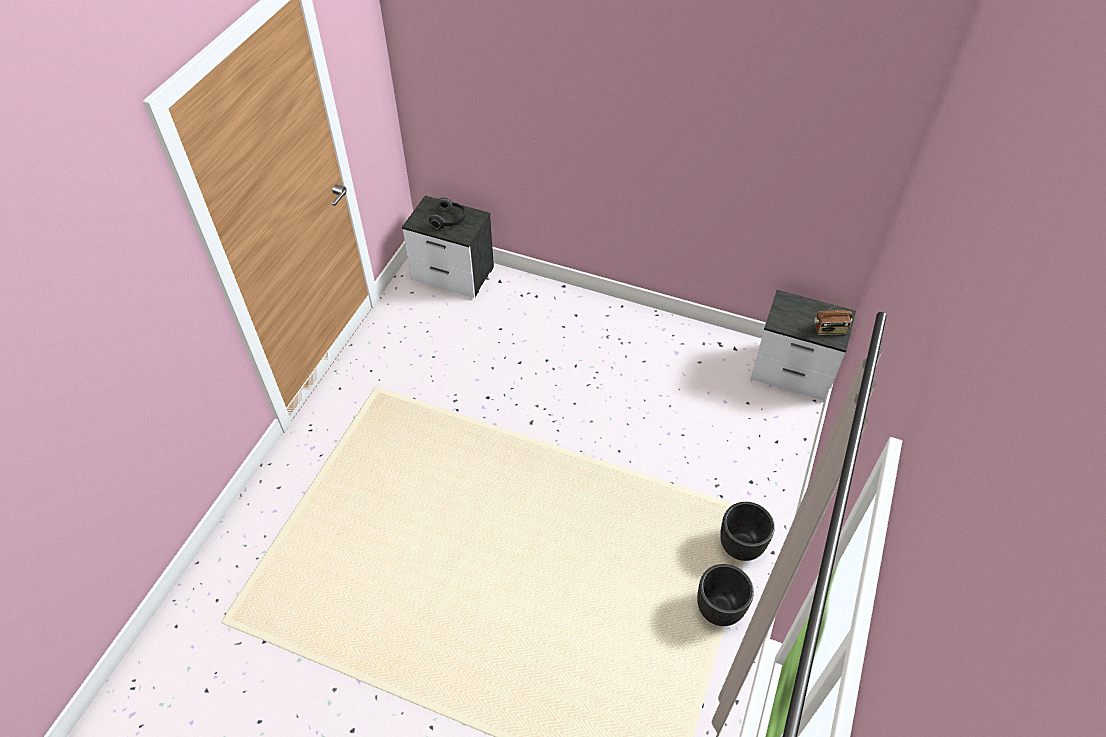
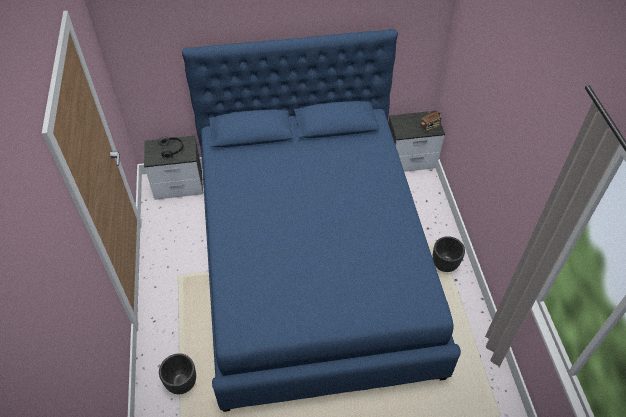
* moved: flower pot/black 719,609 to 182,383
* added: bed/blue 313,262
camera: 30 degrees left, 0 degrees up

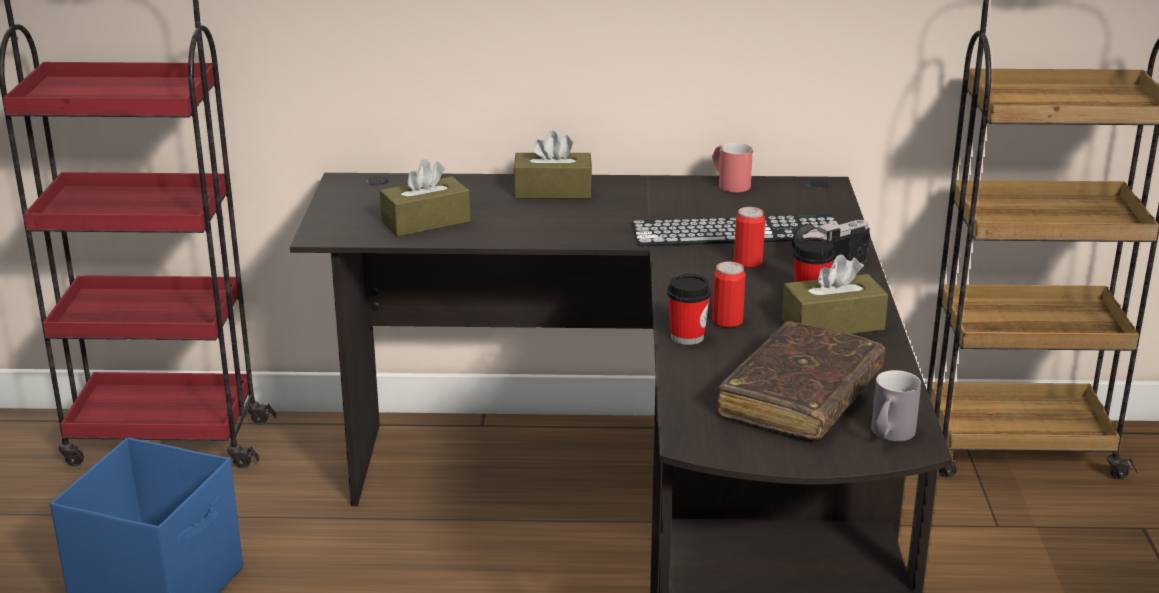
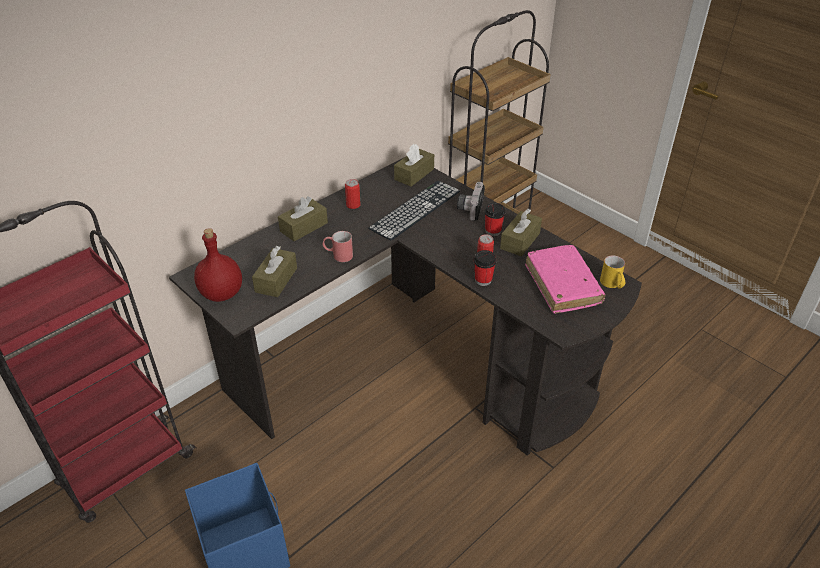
* moved: tea mug/red-coloured 729,184 to 338,255
* moved: can 748,262 to 353,205
* recoloured: book/brown 801,397 to book/pink-coloured 562,285
* recoloured: tea mug/greyish 889,436 to tea mug/yellowish 612,285
* added: tissue holder/brown 414,174
* added: bottle/red-coloured 222,293
camera: 45 degrees left, 15 degrees up

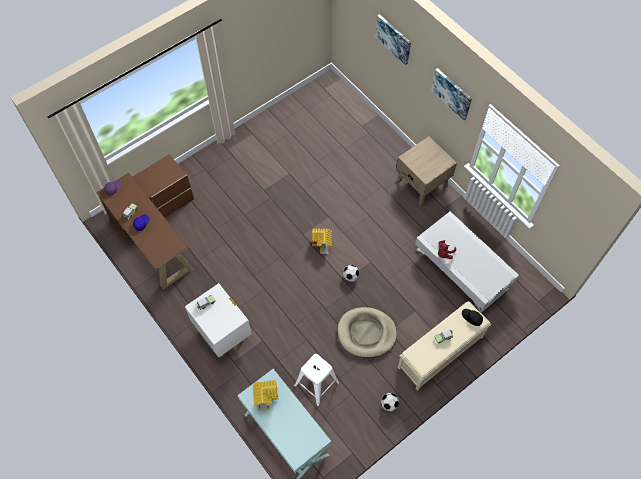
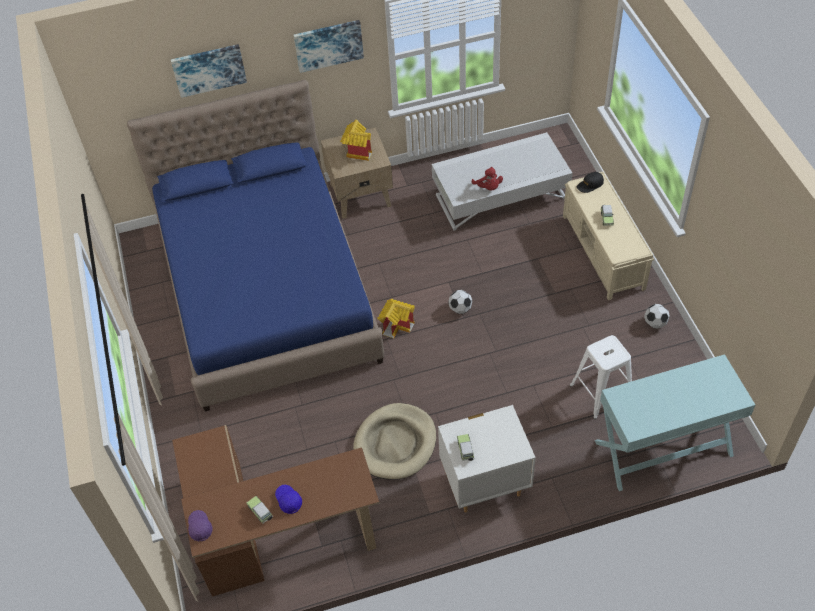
* moved: pet bed/beige 366,333 to 395,443
* moved: miniature house 266,397 to 357,152
* added: bed/blue 267,289
camera: 65 degrees left, 10 degrees down

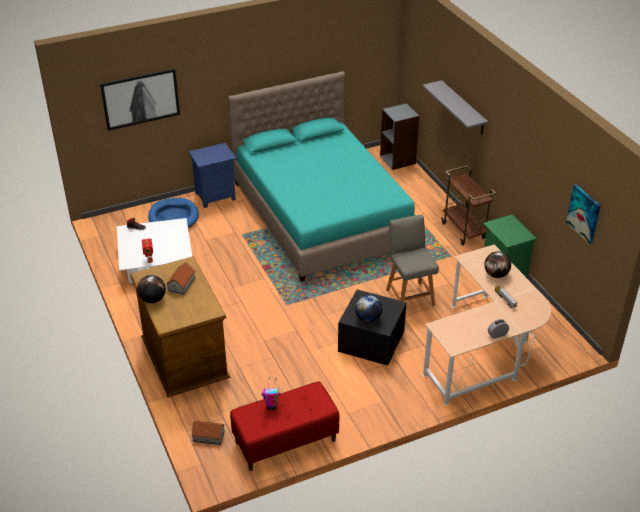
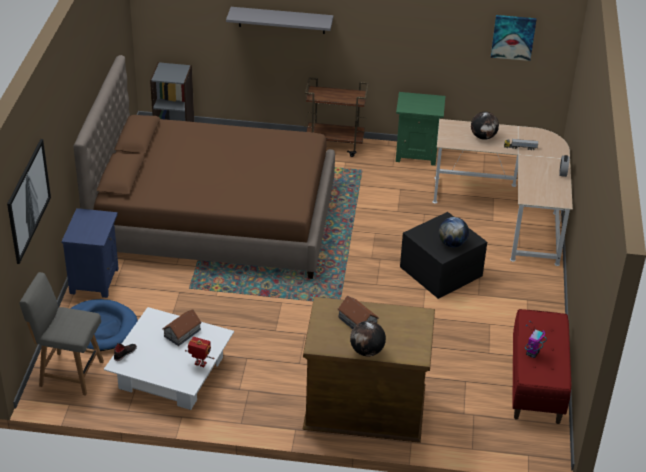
* recoloured: bed/turquoise-coloured 322,214 to bed/brown 213,219
* moved: upright chair/greyish 409,296 to 69,373
* moved: miniature house 209,436 to 182,333
camera: 60 degrees left, 0 degrees up

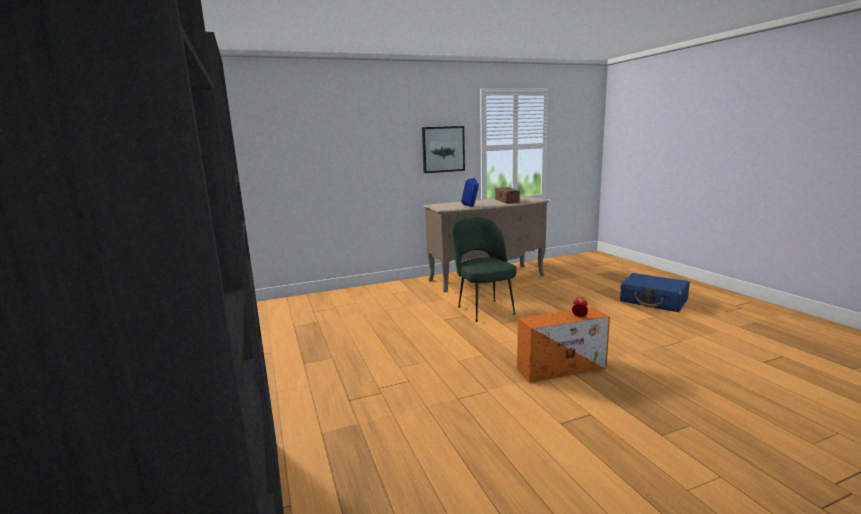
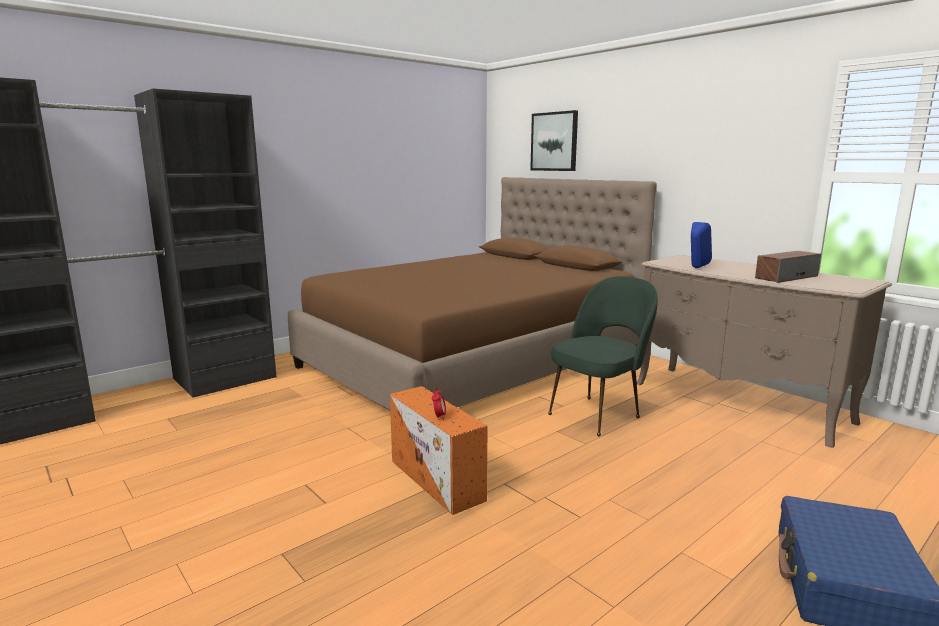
* moved: wall art 443,149 to 554,141
* added: bed/brown 474,361
camera: 70 degrees right, 0 degrees up

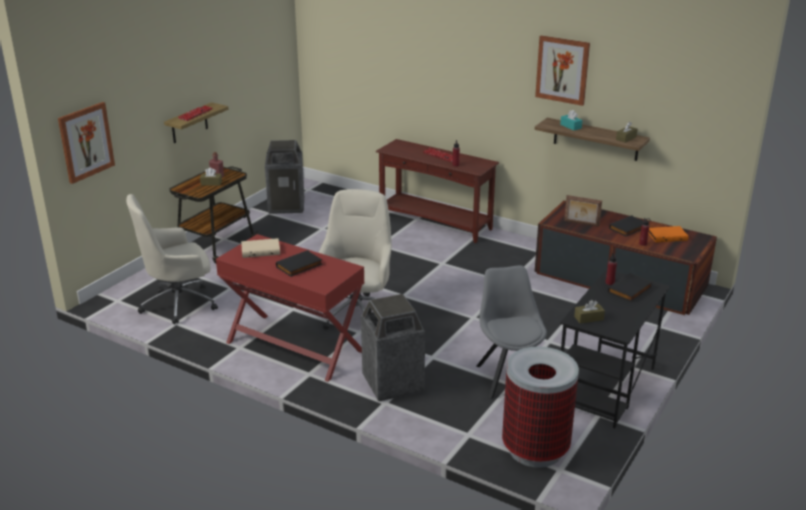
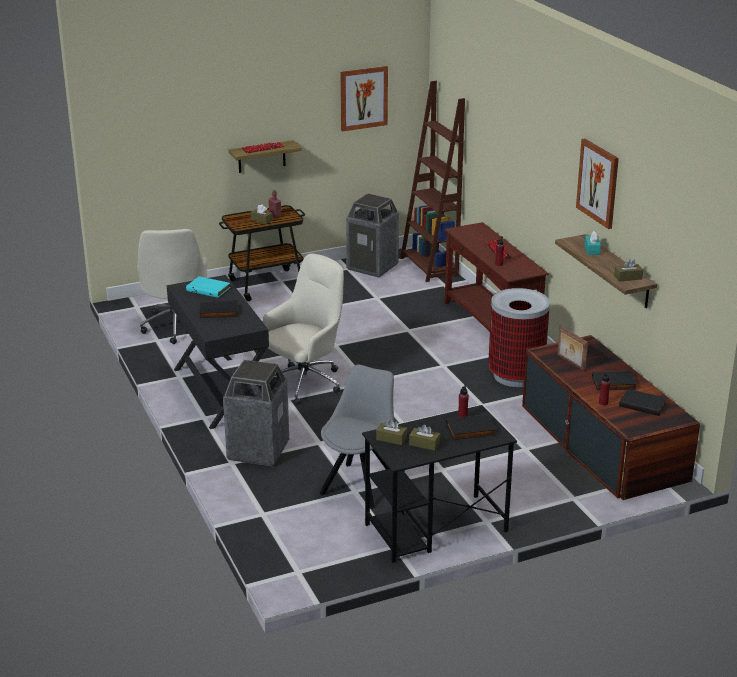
* moved: wall art 86,142 to 363,98
* turned: office chair/beige 178,305 = 176,326 105 degrees counterclockwise
* recoloured: book/orange 667,236 to book/black 643,404
* recoloured: desk table/red-coloured 294,347 to desk table/black 220,392
* recoloured: book/beige 261,250 to book/turquoise-coloured 209,289
* moved: trash can 535,449 to 516,375
* added: bookshelf/brown 429,267
* added: tissue holder/brown 424,444
camera: 35 degrees right, 0 degrees up

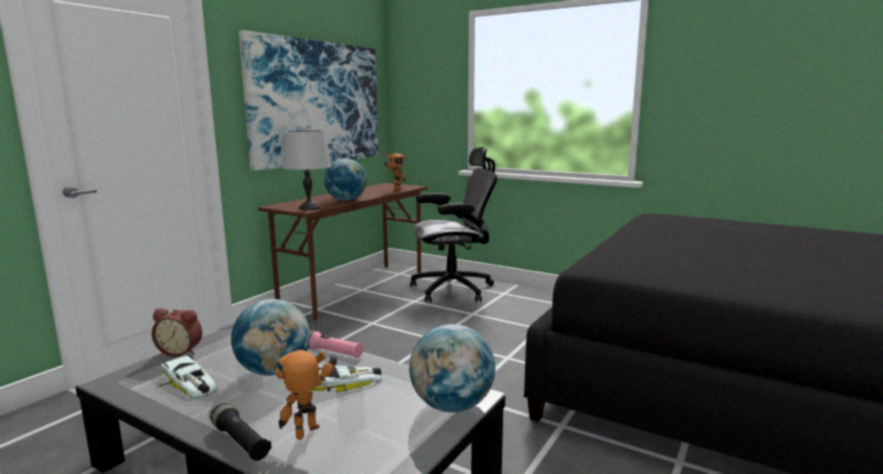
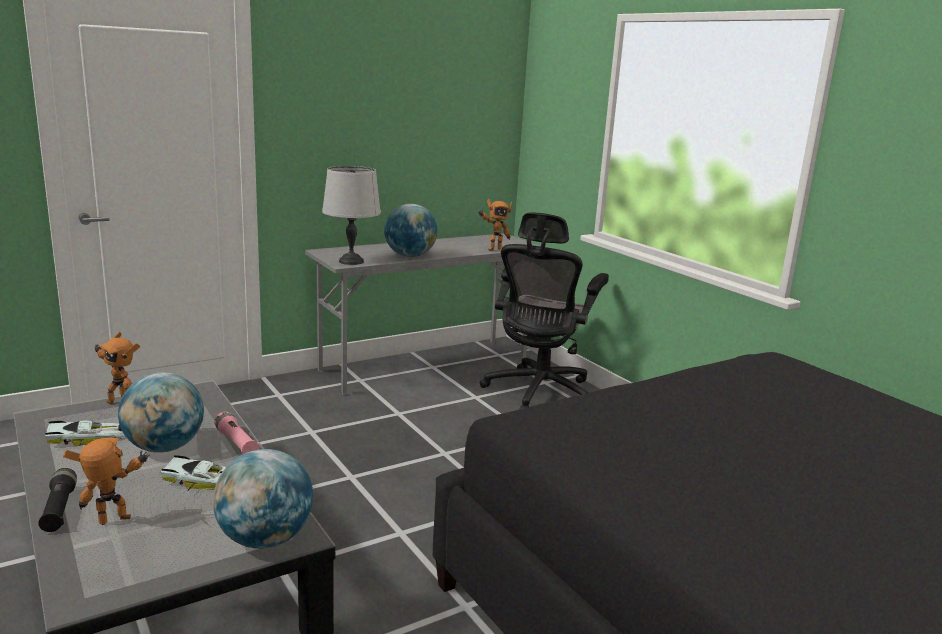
* removed: wall art 316,103
* turned: office chair 453,289 = 539,393 105 degrees clockwise
* recoloured: desk table/brown 355,289 to desk table/greyish 425,365
* replaced: alarm clock 181,351 to robot figure 119,402
* turned: toy car 189,383 = 88,438 90 degrees counterclockwise
camera: 25 degrees right, 5 degrees up

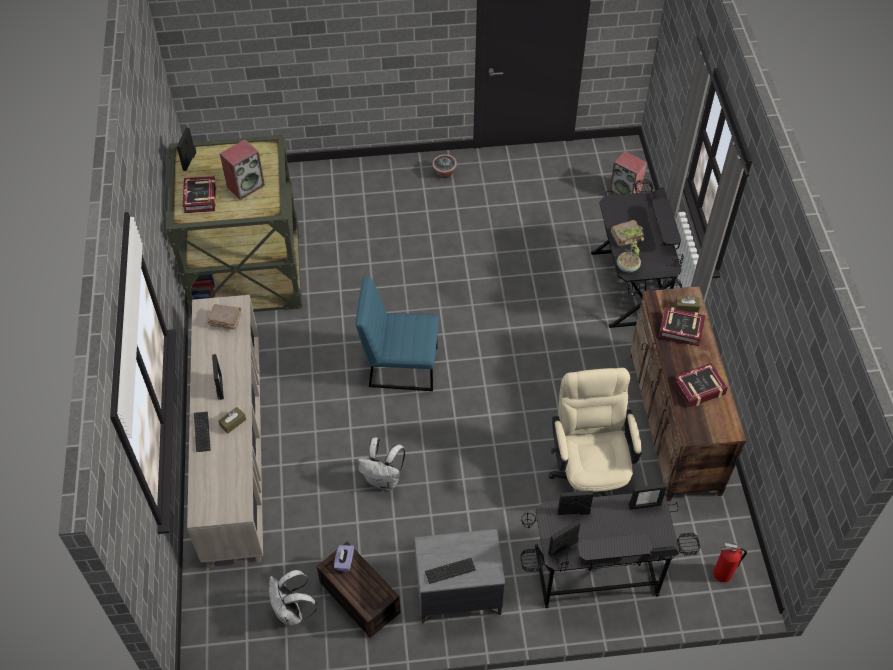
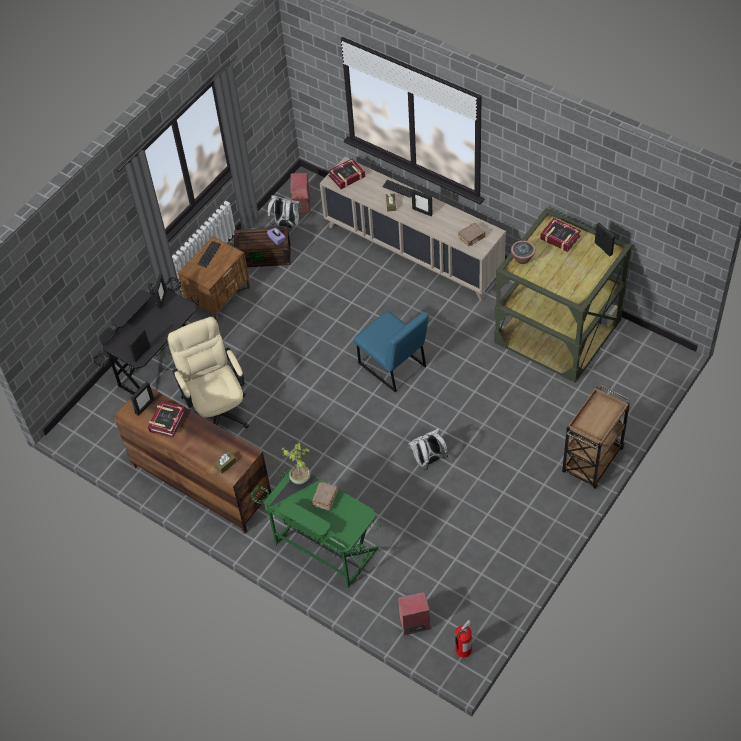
* moved: loudspeaker 246,186 to 302,205
* moved: houseplant 444,174 to 522,259
* recoloured: desk table/black 631,286 to desk table/green-coloured 324,548
* turned: upright chair/blue 400,366 = 393,366 90 degrees clockwise
* moved: book 681,329 to 347,176
* turned: office chair/beige 589,476 = 217,408 150 degrees counterclockwise
* moved: knapsack/white 384,480 to 428,461
* moved: picture frame 573,512 to 144,406
* recoloured: bedside table/greyish 457,594 to bedside table/brown 219,297
* moved: fire extinguisher 723,574 to 463,650
* added: cart/brown 592,461
camera: 135 degrees right, 0 degrees up

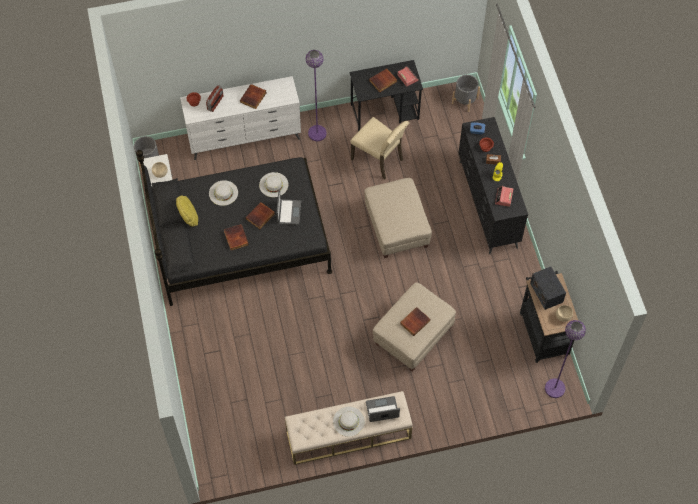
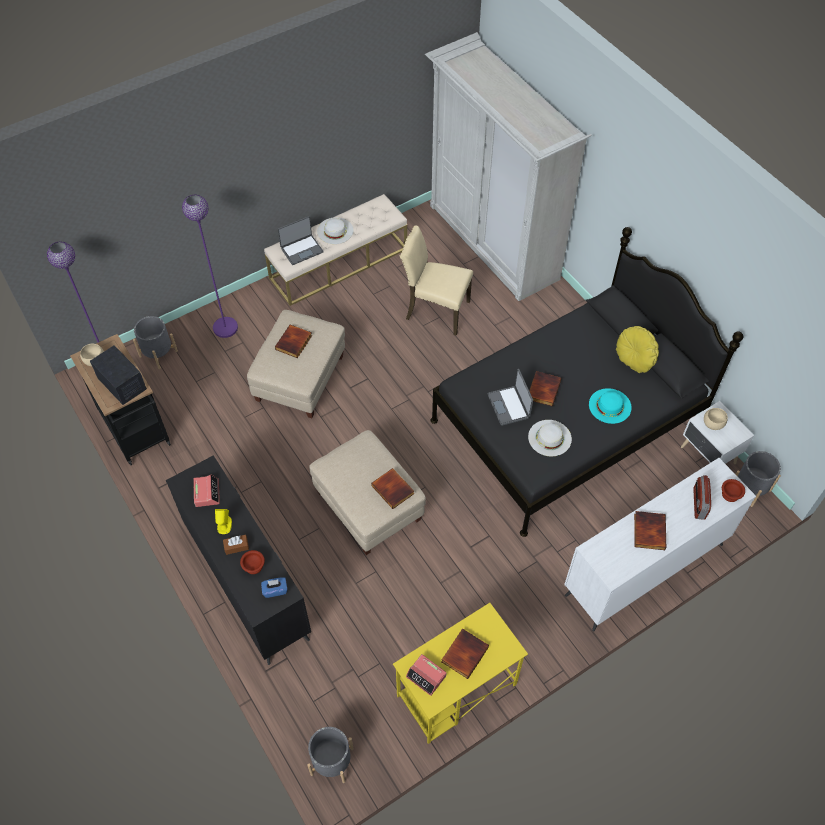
* moved: floor lamp/purplish 317,133 to 225,328
* recoloured: desk table/black 385,112 to desk table/yellowish 456,691
* moved: upright chair/beige 379,159 to 435,311
* recoloured: hat/white 223,193 to hat/turquoise-coloured 610,406
* moved: book 235,238 to 393,489
* added: armoire/white 491,243
* added: flower pot/greyish 158,354
camera: 160 degrees right, 5 degrees down

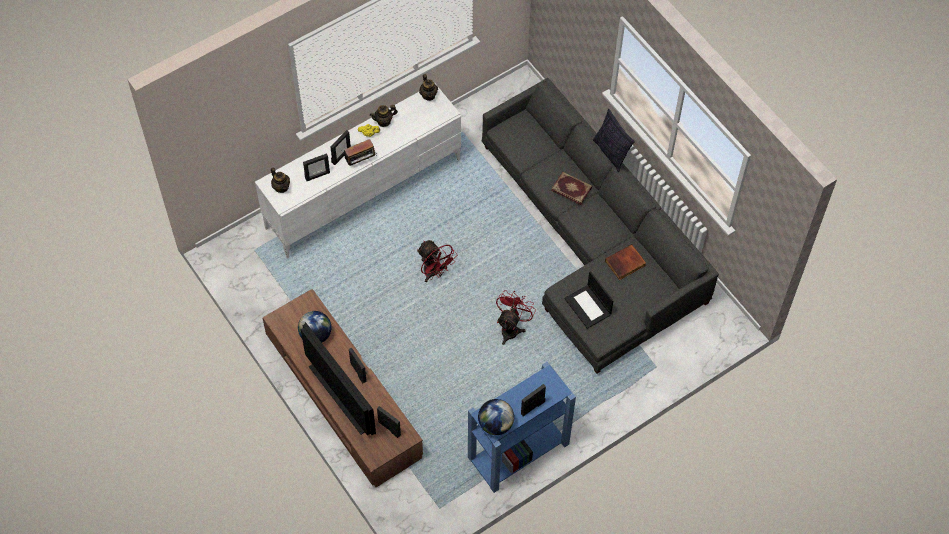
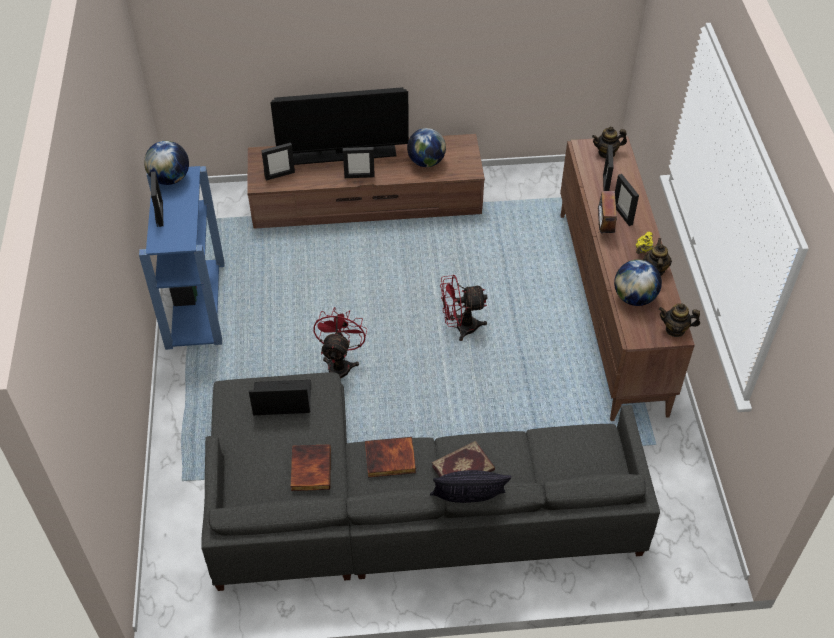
* recoloured: cabinet/white 364,193 to cabinet/brown 611,310
* turned: fan/red-coloured 511,328 = 340,365 135 degrees counterclockwise
* added: globe 634,297
* added: book 390,460
camera: 120 degrees right, 10 degrees down

